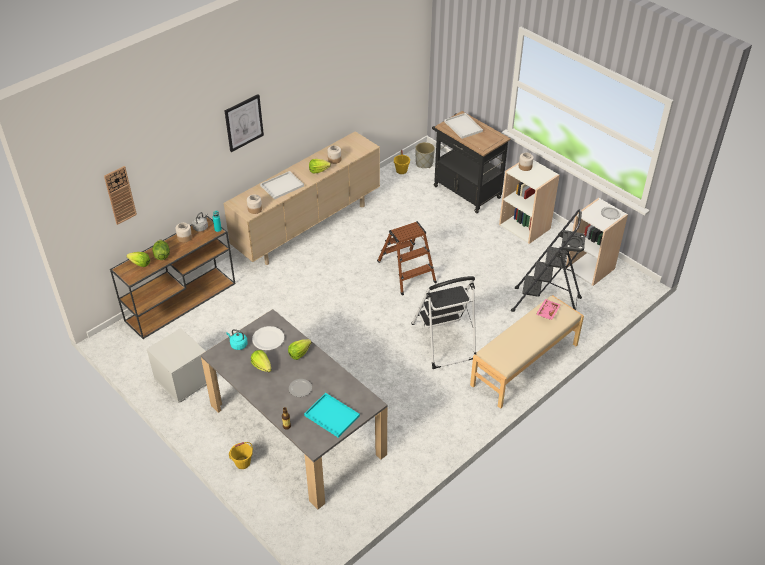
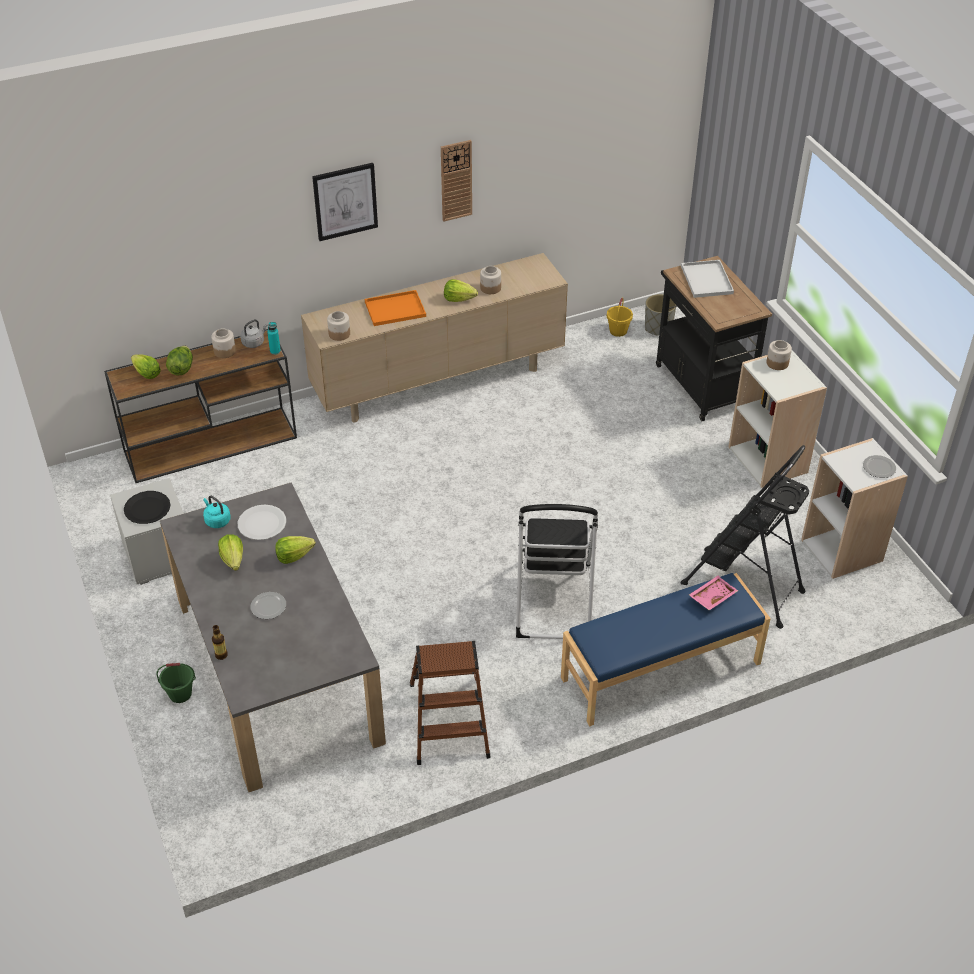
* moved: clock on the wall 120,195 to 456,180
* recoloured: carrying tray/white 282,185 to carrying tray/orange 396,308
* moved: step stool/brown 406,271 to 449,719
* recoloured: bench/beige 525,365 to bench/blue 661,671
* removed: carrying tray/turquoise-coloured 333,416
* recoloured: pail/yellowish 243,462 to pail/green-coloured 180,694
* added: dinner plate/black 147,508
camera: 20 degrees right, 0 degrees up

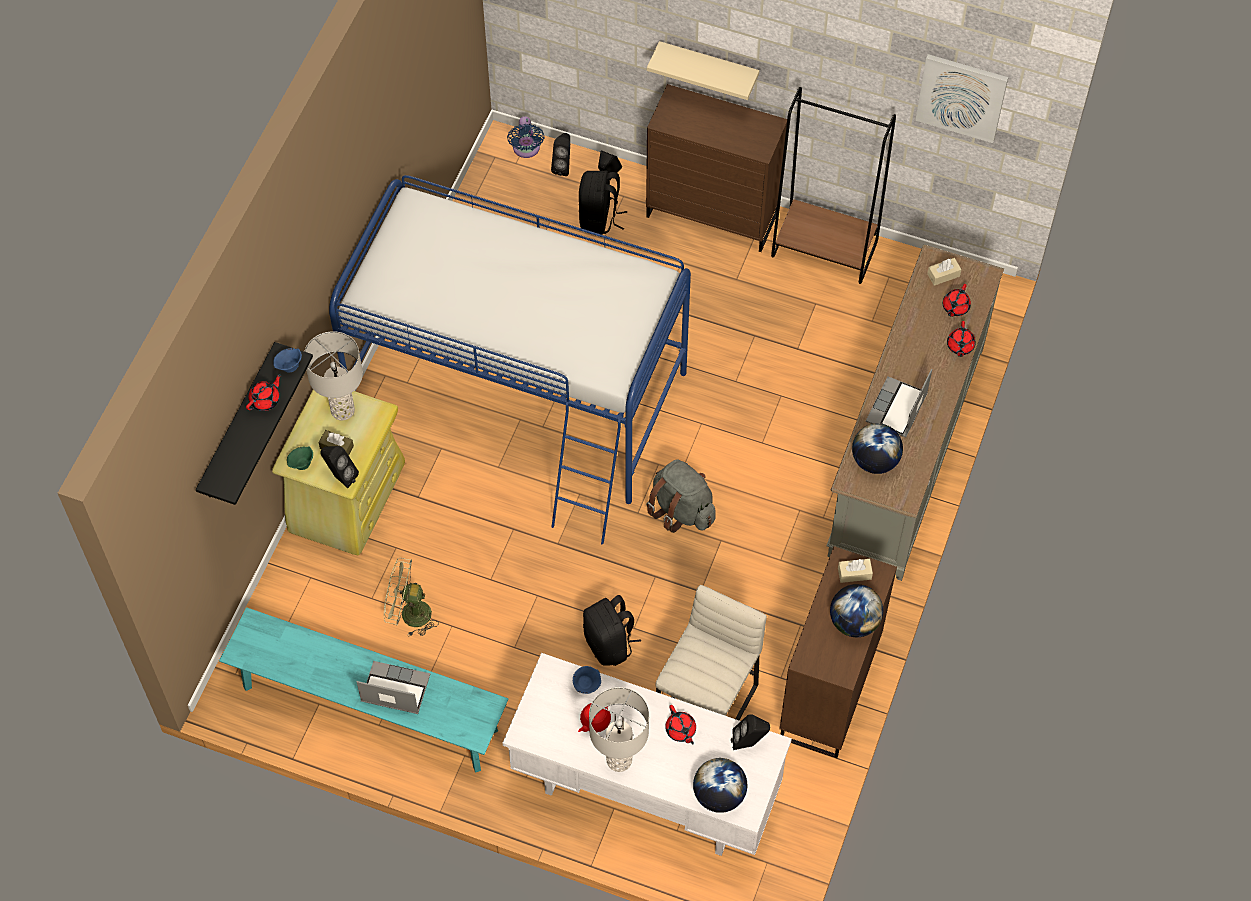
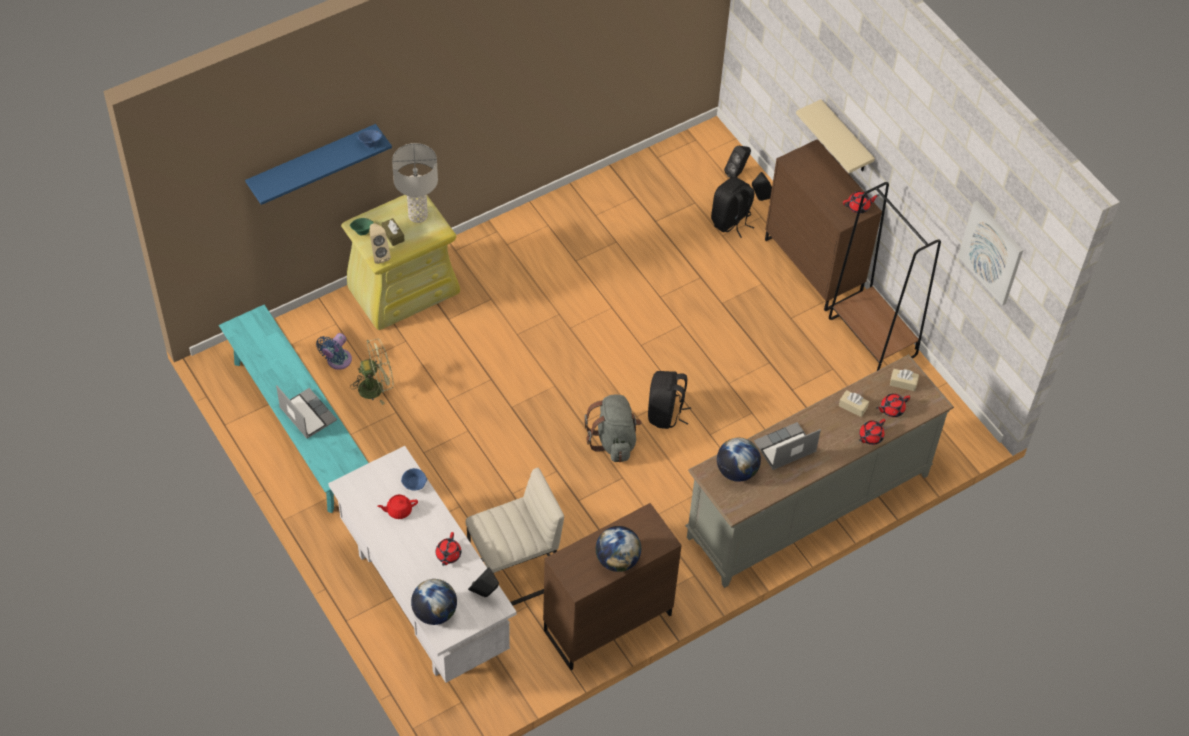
* moved: fan/blue 526,150 to 337,361
* removed: bed/blue 521,396
* recoloured: shelf/black 238,424 to shelf/blue 312,162
* moved: teapot/red-coloured 265,400 to 859,206
* recoloured: loudspeaker/black 340,477 to loudspeaker/beige 379,254
* turned: fan/green-coloured 409,614 = 376,387 120 degrees clockwise
* moved: tissue holder/beige 854,573 to 853,406
* moved: knapsack/black 609,644 to 665,413
* removed: lamp for a table/white 618,760
camera: 35 degrees right, 5 degrees down

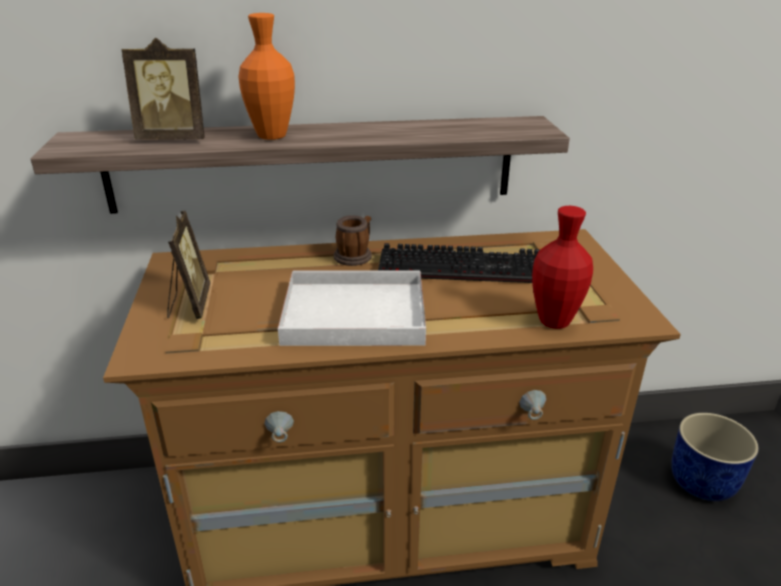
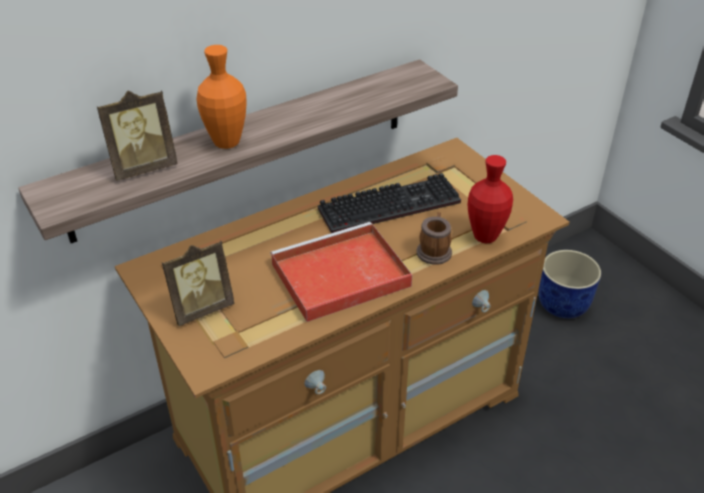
* turned: picture frame 189,304 = 201,308 90 degrees clockwise
* moved: tea mug 355,255 to 434,250
* recoloured: carrying tray/white 351,314 to carrying tray/red-coloured 338,276
camera: 25 degrees left, 10 degrees up

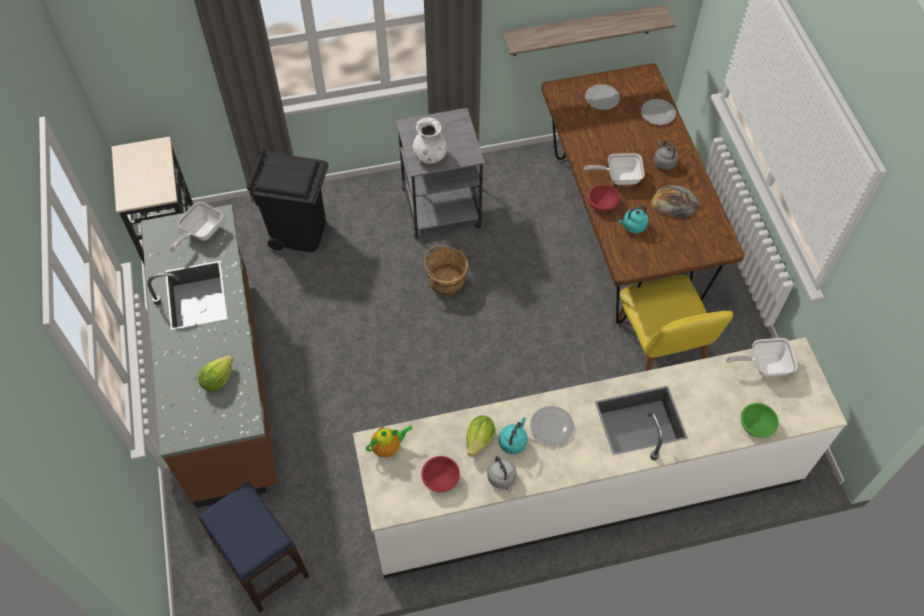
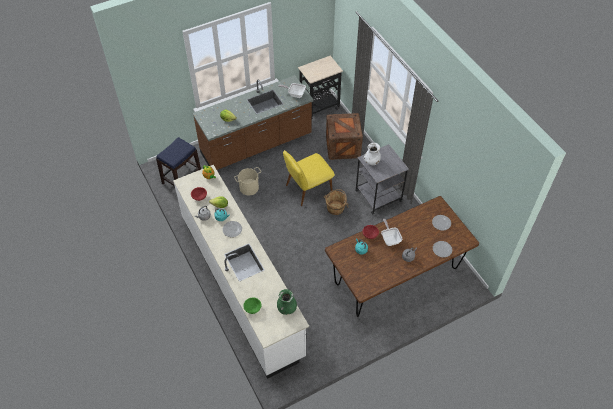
* removed: shelf 583,30
* replaced: trash can/black 300,231 to packing crate 343,147
* removed: baked bread 675,203
* moved: upright chair/yellowish 659,346 to 309,188
* replaced: pan 764,365 to vase/green-coloured 287,308
* added: pail/beige 249,187
camera: 75 degrees right, 5 degrees down

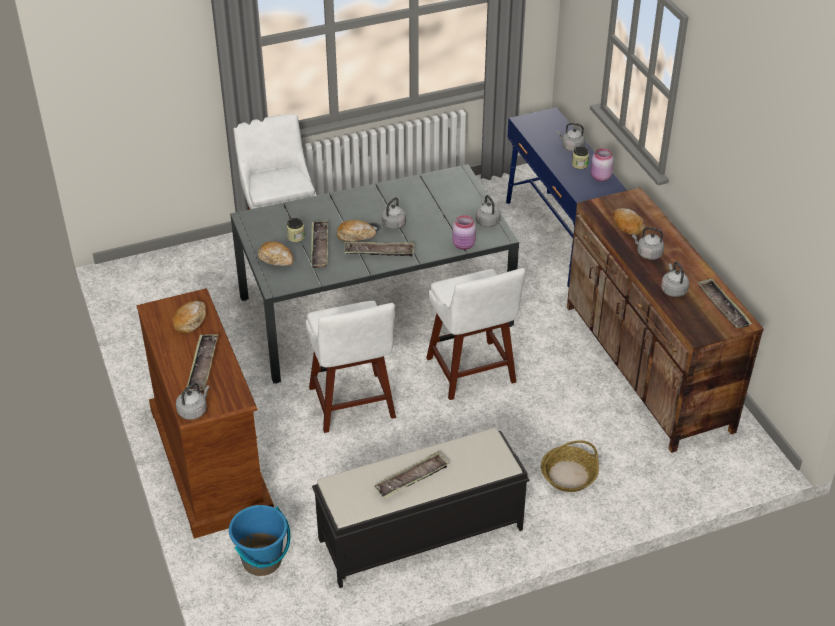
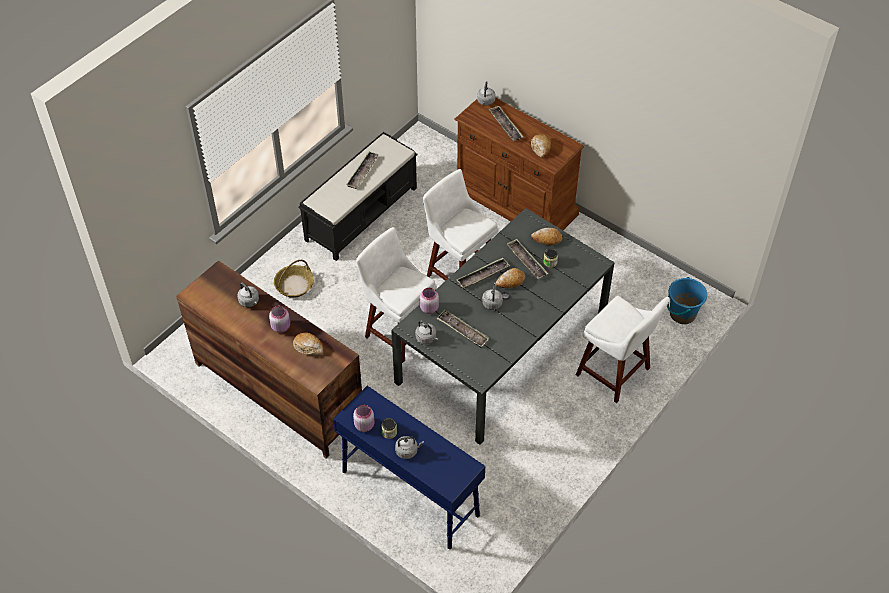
* replaced: tea kettle/greyish 648,253 to jar/pink-coloured 281,326
* moved: carrying tray 723,307 to 463,331
* moved: pail/blue 262,561 to 682,314
camera: 150 degrees right, 10 degrees up

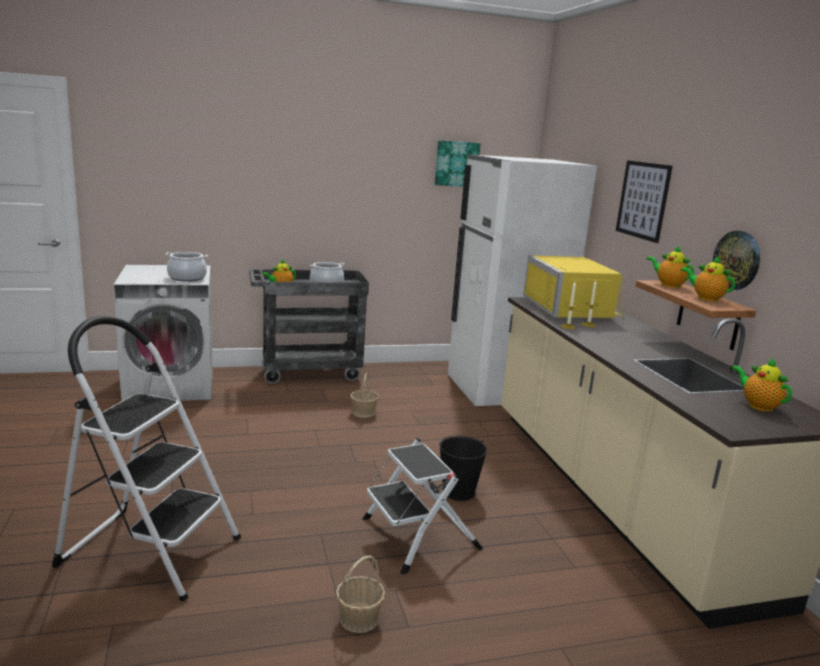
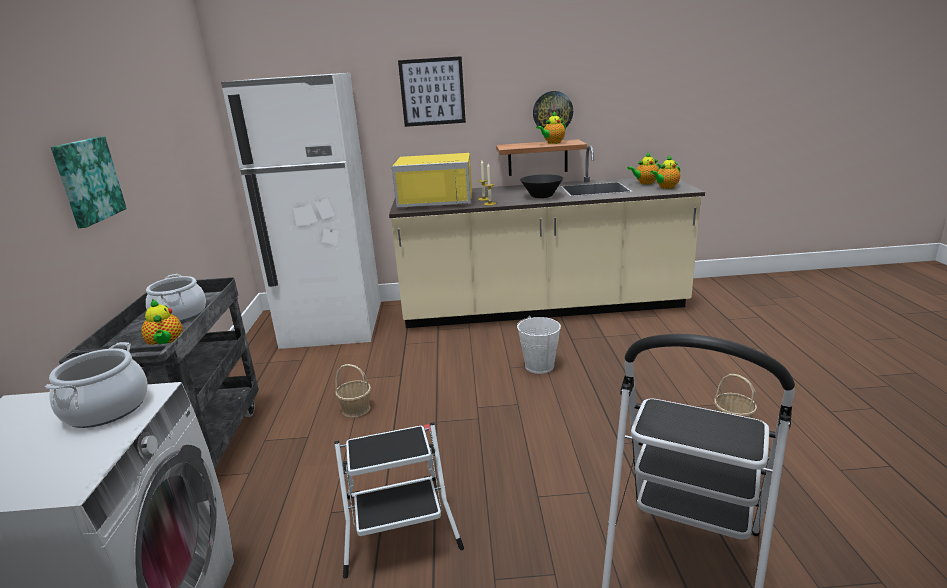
* moved: wall art 456,163 to 87,181
* moved: teapot 668,285 to 665,187
* recoloured: pail/black 458,492 to pail/white 539,366
* moved: step stool 419,535 to 398,524
* added: bowl/black 542,196
camera: 75 degrees left, 5 degrees up

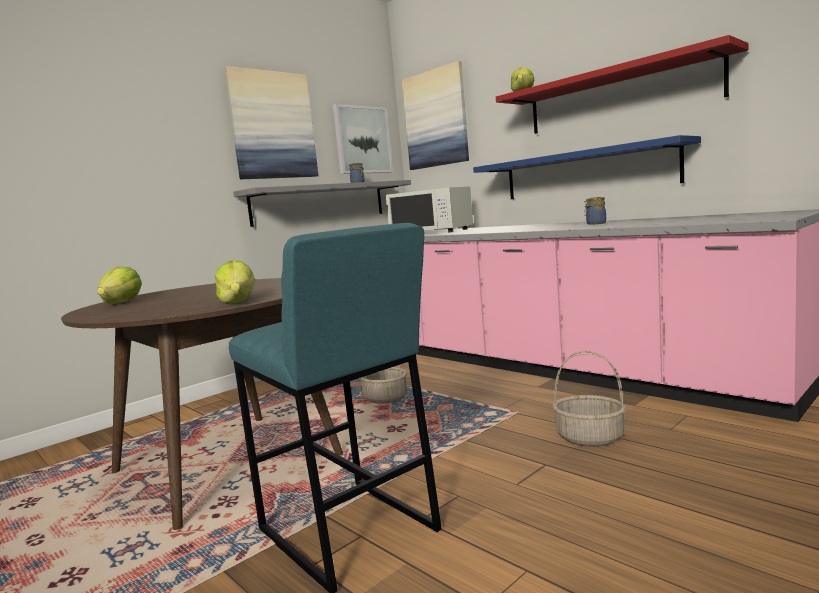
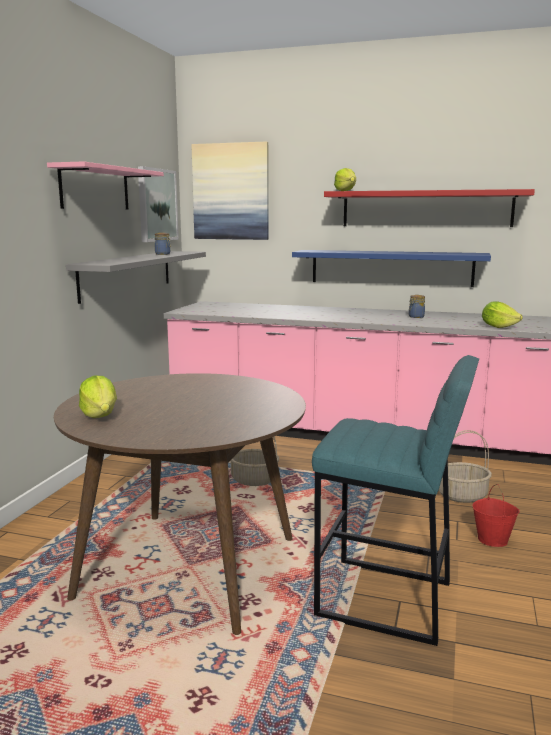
* replaced: wall art 272,125 to shelf/pink-coloured 95,188
* removed: microwave oven/white 432,232
* moved: lettuce 238,302 to 498,327
* added: pail/red-coloured 493,540
camera: 30 degrees left, 5 degrees up

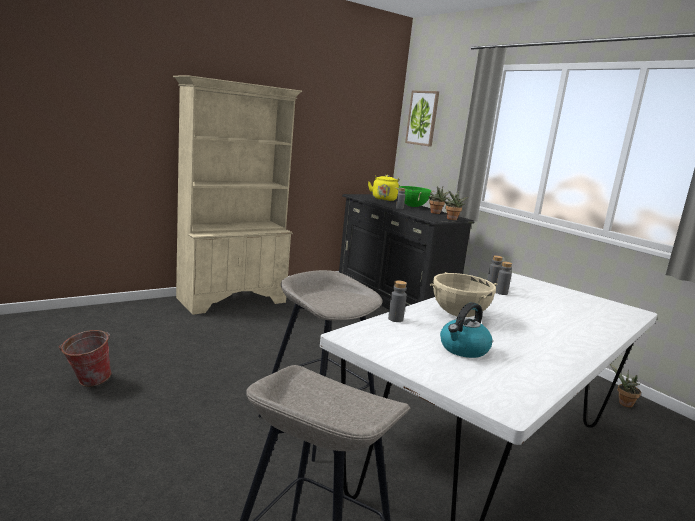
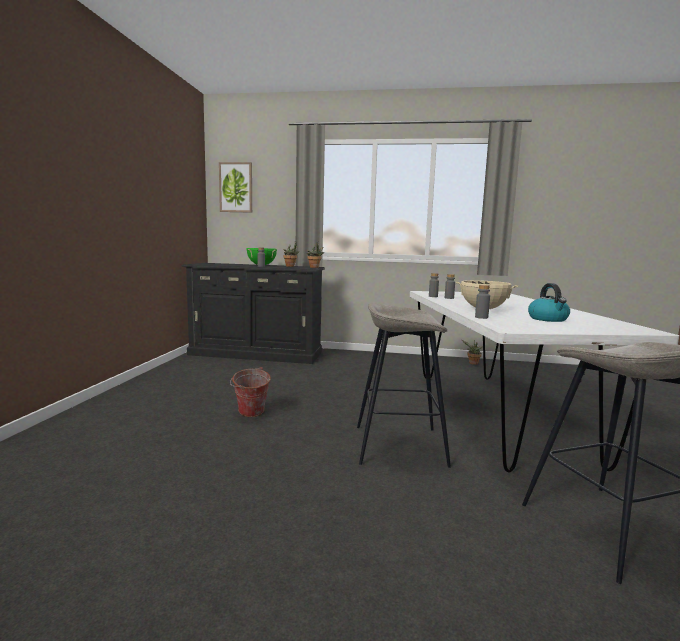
* removed: bookshelf/beige 232,299
* removed: tea kettle/yellowish 383,199
* moved: pail 87,382 to 250,415
camera: 45 degrees left, 5 degrees down

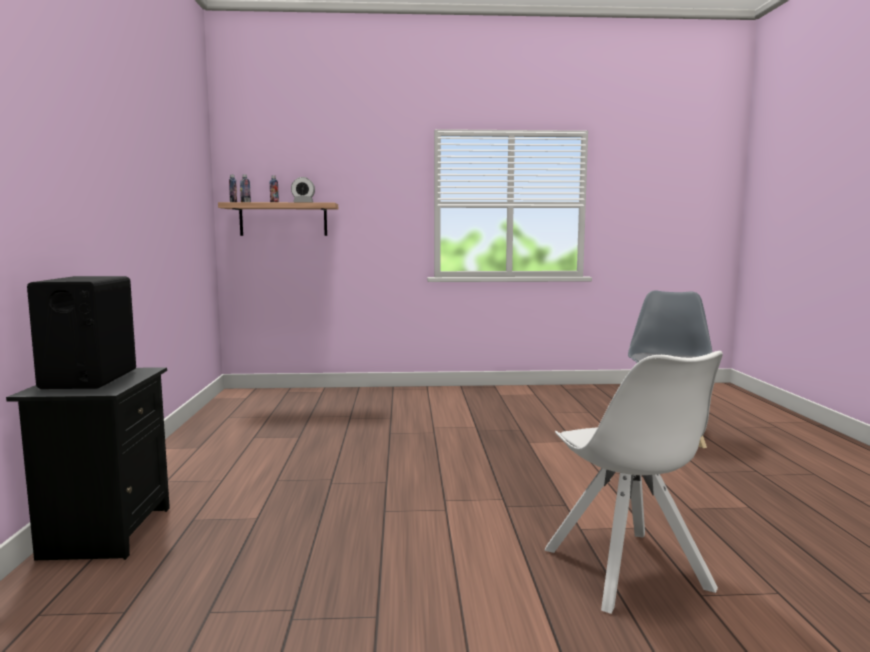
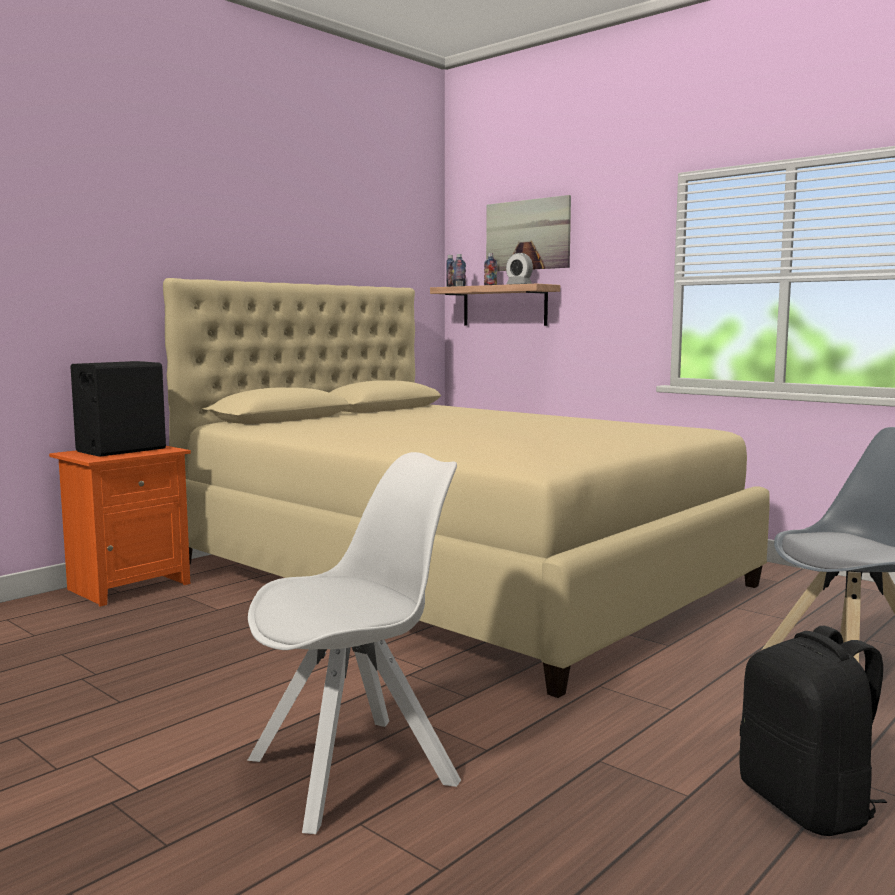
* turned: upright chair/white 627,571 = 355,770 150 degrees counterclockwise
* recoloured: bedside table/black 104,532 to bedside table/orange 127,586
* added: wall art 527,235
* added: bed/beige 455,574
* added: knapsack/black 808,806
camera: 45 degrees right, 0 degrees up

